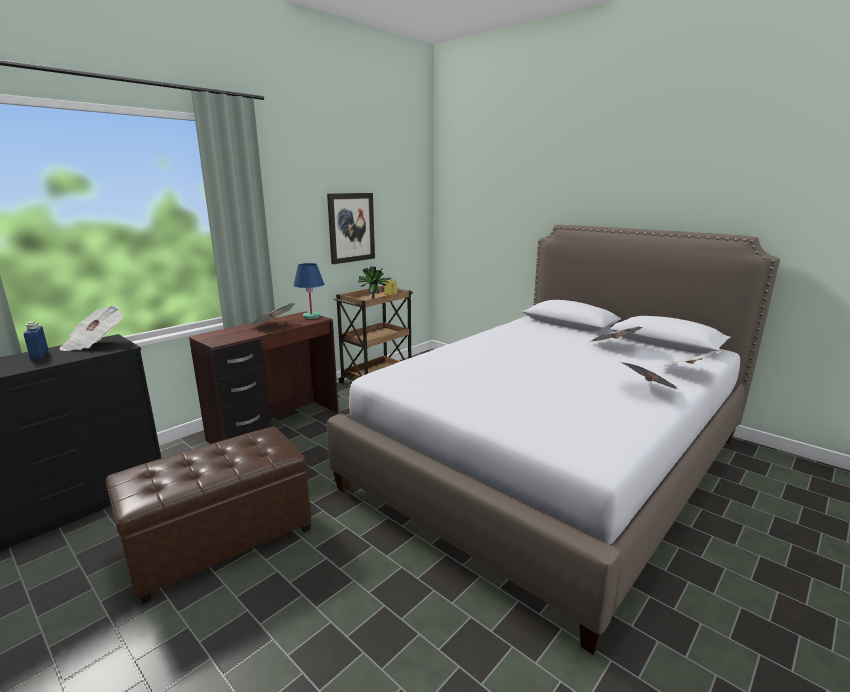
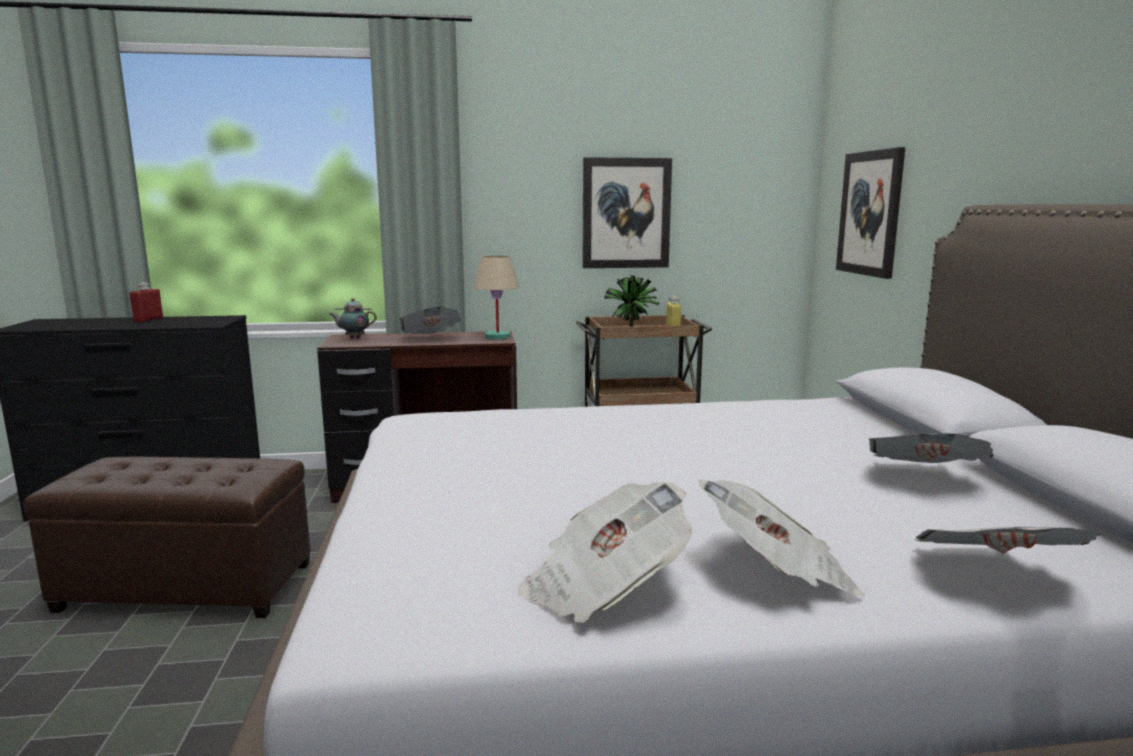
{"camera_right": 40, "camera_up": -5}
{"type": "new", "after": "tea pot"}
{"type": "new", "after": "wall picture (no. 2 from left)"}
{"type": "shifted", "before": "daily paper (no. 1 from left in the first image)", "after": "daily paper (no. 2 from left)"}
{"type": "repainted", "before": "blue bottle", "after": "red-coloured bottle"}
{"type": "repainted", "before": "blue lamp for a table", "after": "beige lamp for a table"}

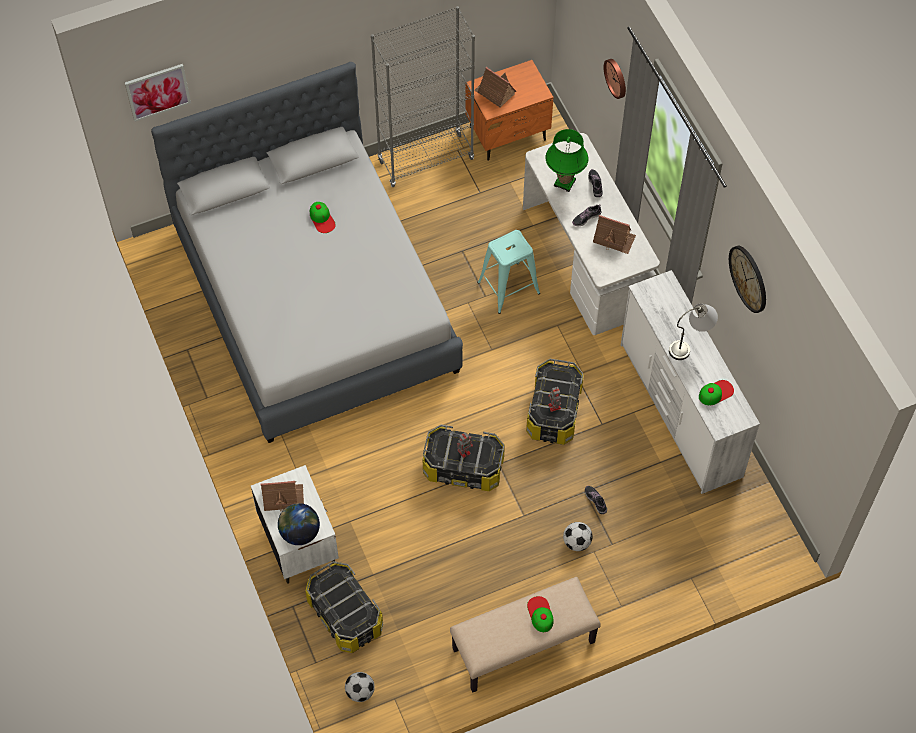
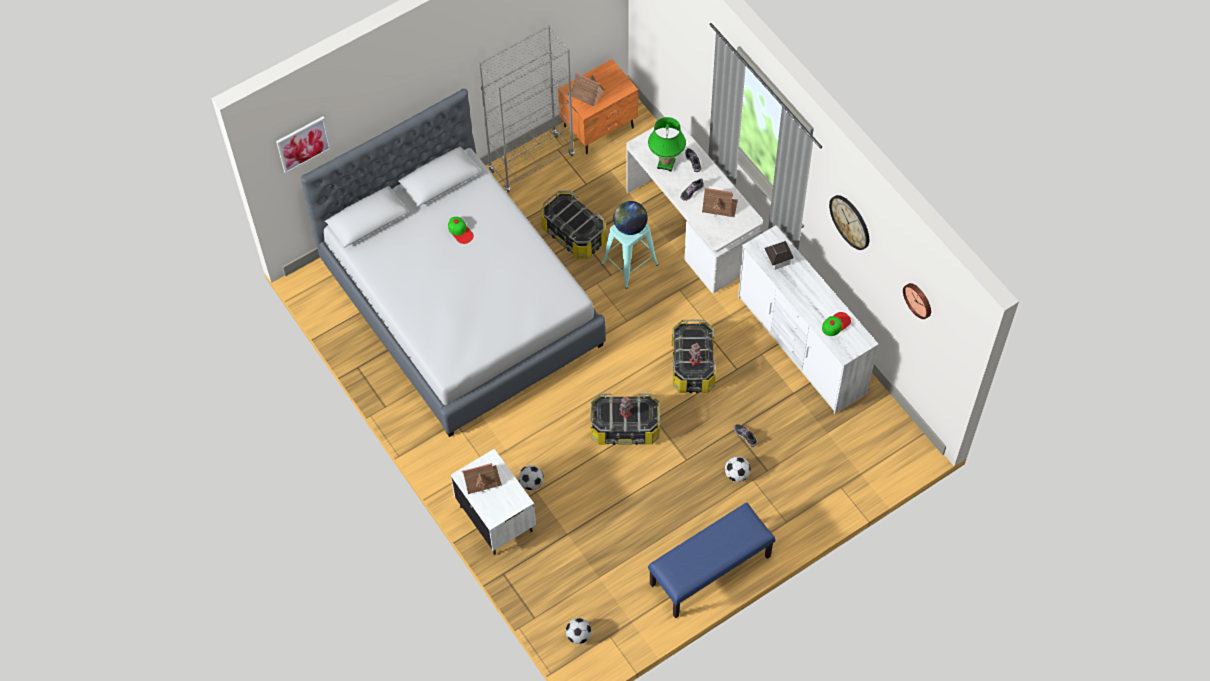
{"camera_right": -10, "camera_up": 0}
{"type": "gone", "before": "baseball cap (no. 2 from left)"}
{"type": "gone", "before": "grey lamp for a table"}
{"type": "new", "after": "football ball (no. 1 from left)"}
{"type": "new", "after": "toy house (no. 4 from left)"}
{"type": "shifted", "before": "globe"}
{"type": "shifted", "before": "storage box (no. 1 from left)"}
{"type": "shifted", "before": "hanging clock (no. 1 from left in the first image)", "after": "hanging clock (no. 2 from left)"}
{"type": "repainted", "before": "beige bench", "after": "blue bench"}

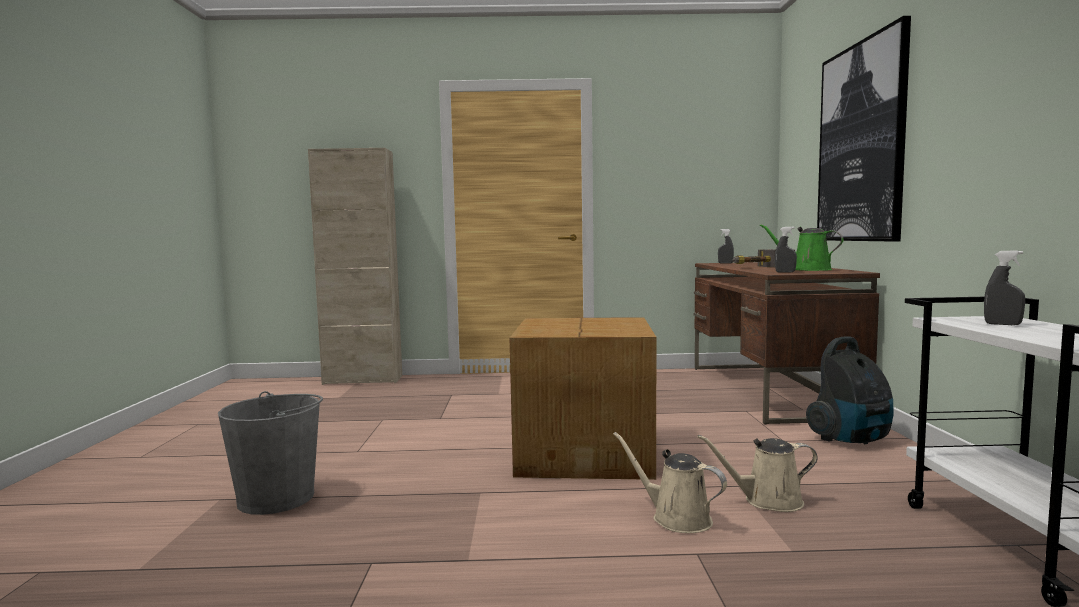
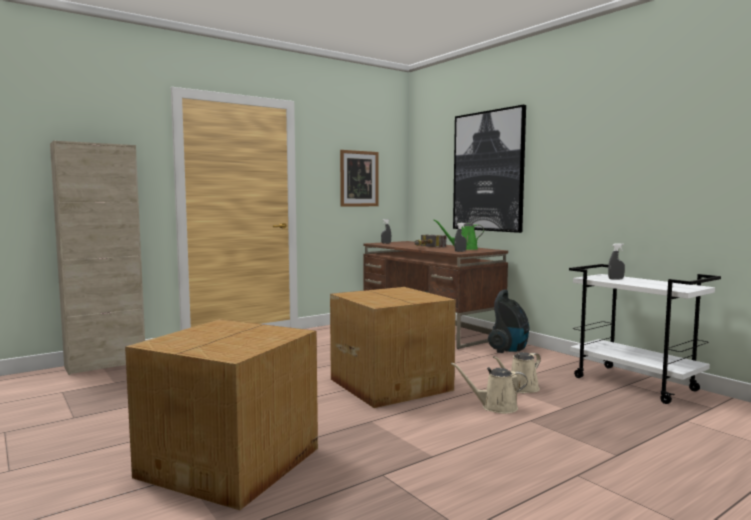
{"camera_right": -35, "camera_up": 0}
{"type": "new", "after": "wall picture (no. 1 from left)"}
{"type": "swapped", "before": "grey pail", "after": "carton (no. 1 from left)"}

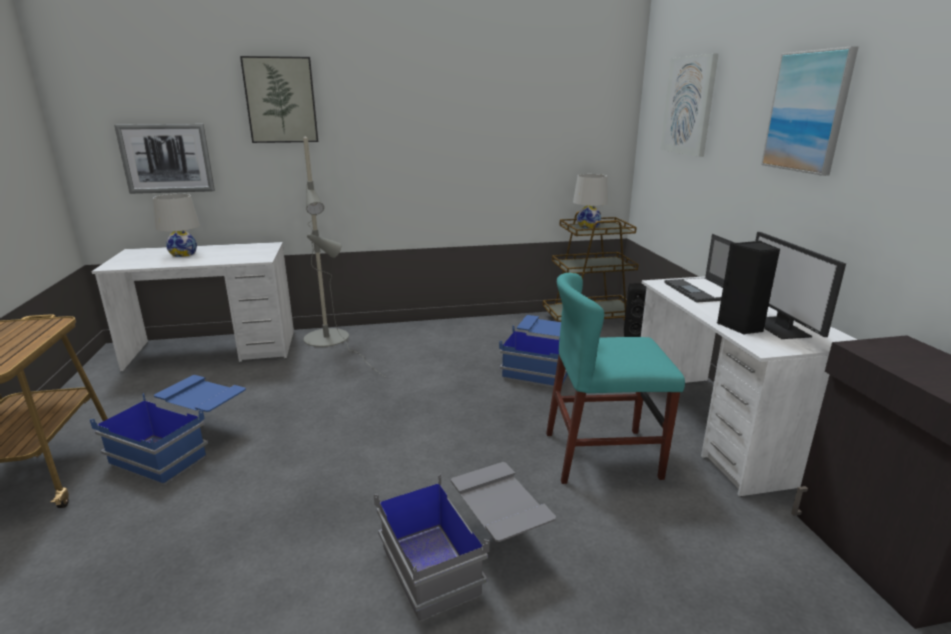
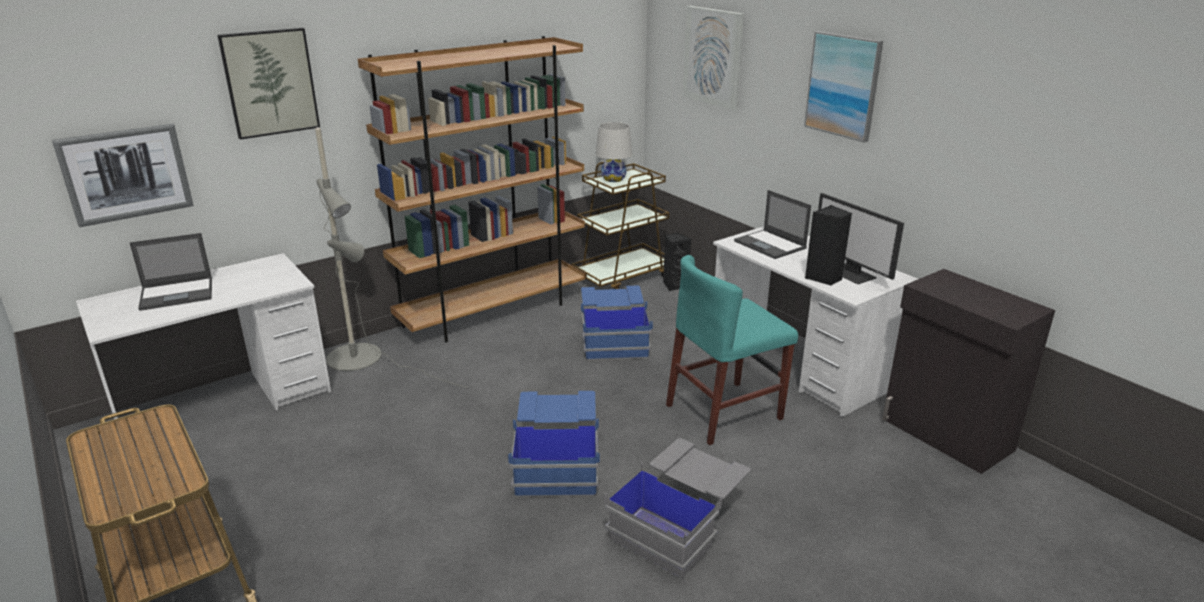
{"camera_right": -25, "camera_up": 5}
{"type": "new", "after": "brownish bookcase"}
{"type": "shifted", "before": "blue storage box (no. 1 from left)"}
{"type": "swapped", "before": "white-coloured lamp for a table (no. 1 from left)", "after": "notebook computer (no. 1 from left)"}

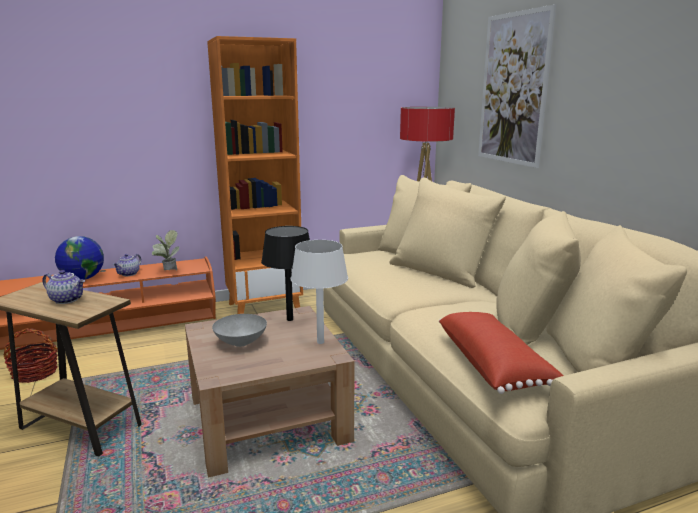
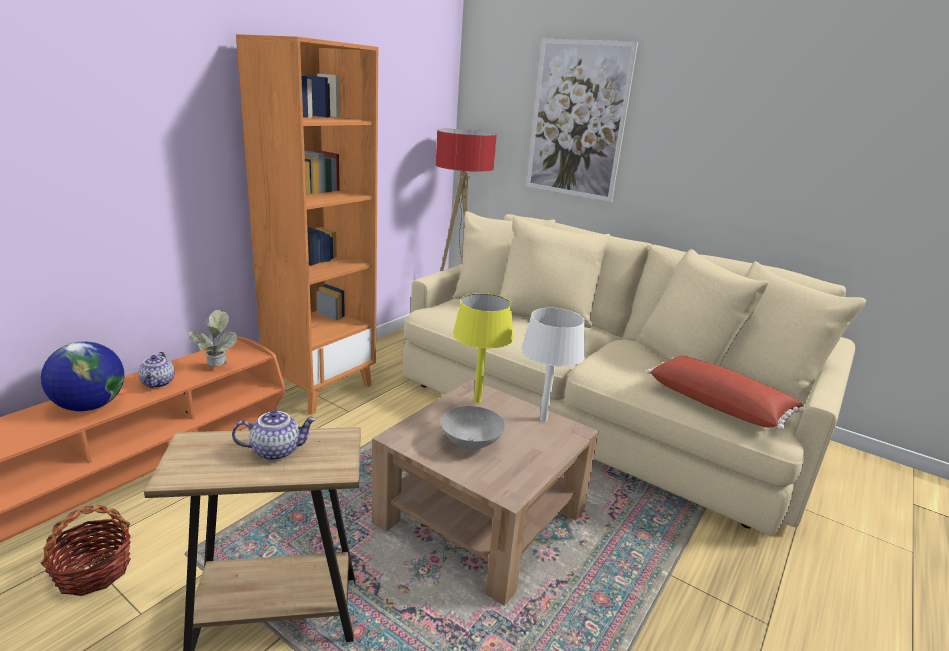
{"camera_right": -35, "camera_up": 5}
{"type": "repainted", "before": "black lamp for a table", "after": "yellowish lamp for a table"}

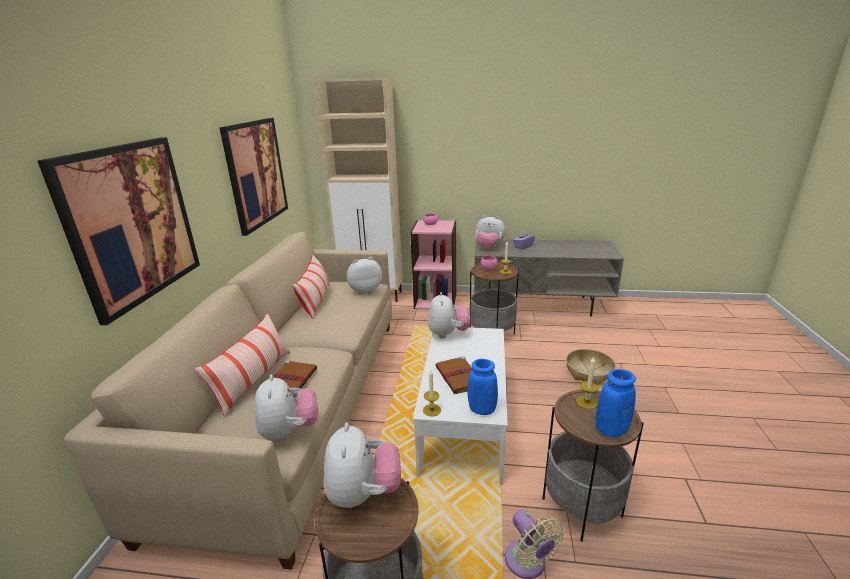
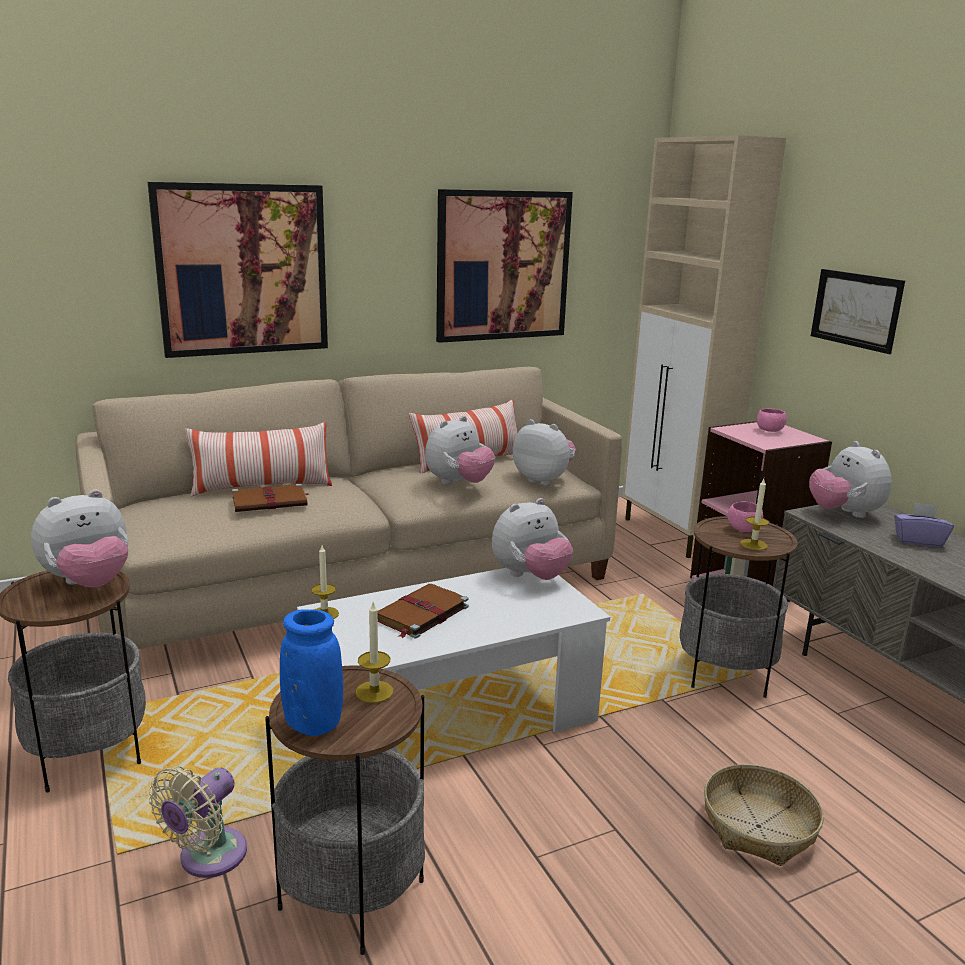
{"camera_right": 55, "camera_up": -5}
{"type": "gone", "before": "blue flower vase (no. 1 from left)"}
{"type": "new", "after": "wall picture (no. 3 from left)"}
{"type": "shifted", "before": "cuddly toy (no. 1 from left in the first image)", "after": "cuddly toy (no. 2 from left)"}

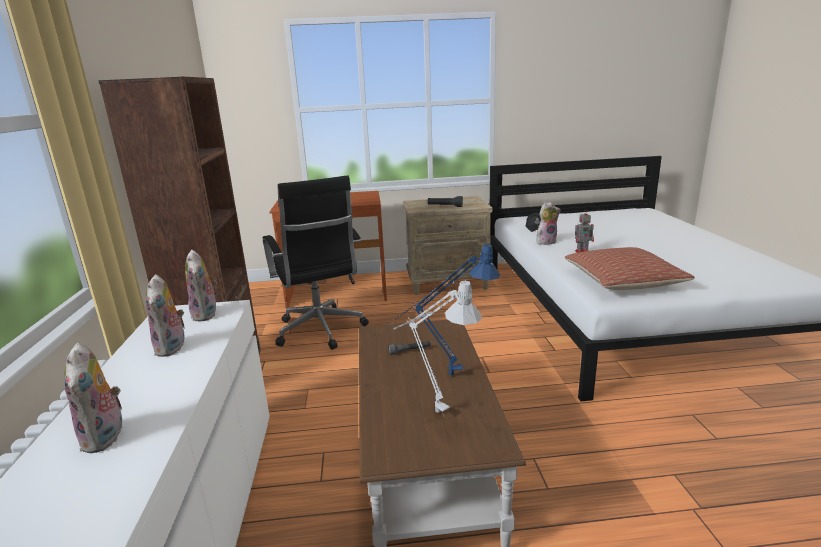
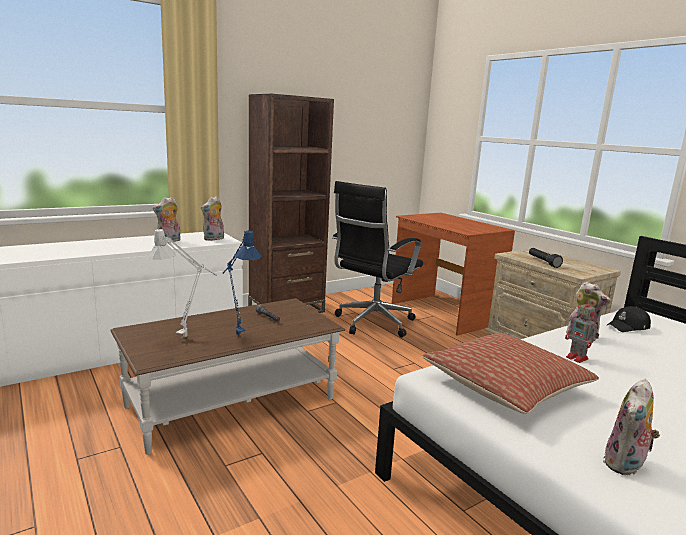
{"camera_right": 60, "camera_up": -5}
{"type": "shifted", "before": "cuddly toy (no. 1 from left in the first image)", "after": "cuddly toy (no. 4 from left)"}

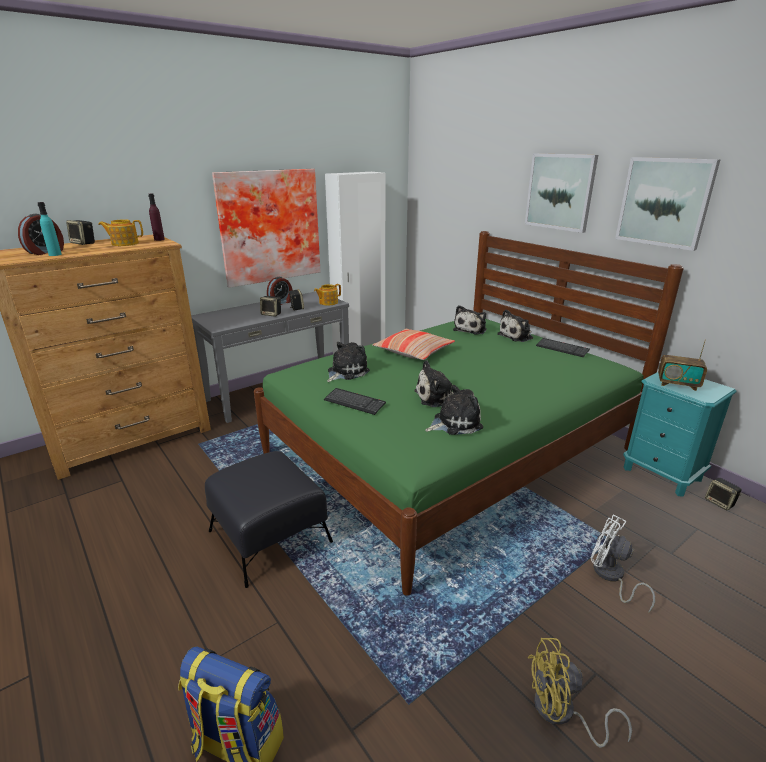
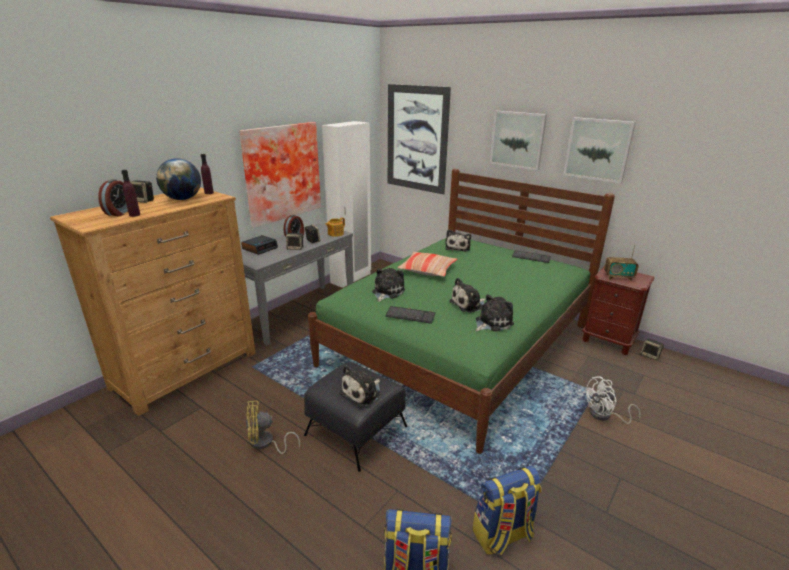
{"camera_right": -15, "camera_up": 0}
{"type": "new", "after": "alarm clock (no. 2 from left)"}
{"type": "new", "after": "wall picture (no. 2 from left)"}
{"type": "new", "after": "backpack (no. 2 from left)"}
{"type": "shifted", "before": "cuddly toy (no. 5 from left in the first image)", "after": "cuddly toy (no. 1 from left)"}
{"type": "shifted", "before": "yellowish electric fan"}
{"type": "swapped", "before": "tea pot (no. 1 from left)", "after": "globe"}
{"type": "repainted", "before": "turquoise-coloured bottle", "after": "purplish bottle (no. 1 from left)"}
{"type": "repainted", "before": "turquoise-coloured nightstand", "after": "brownish nightstand"}
{"type": "rotated", "before": "white-coloured electric fan", "turn": -45}

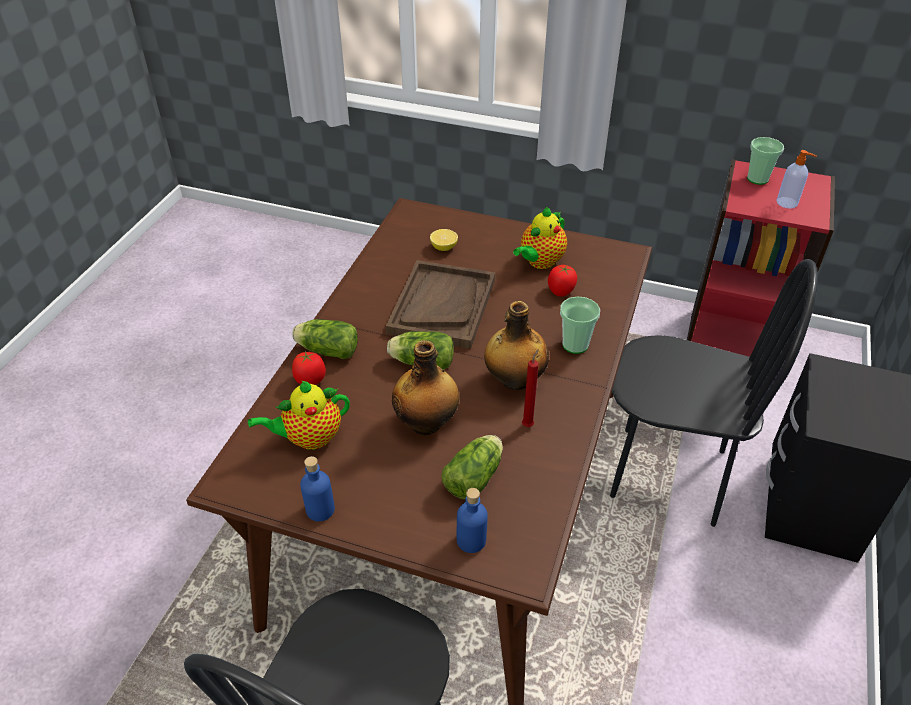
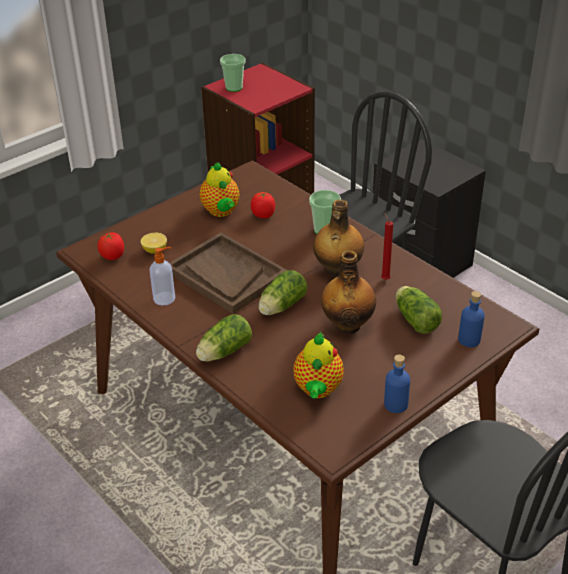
{"camera_right": -60, "camera_up": -5}
{"type": "shifted", "before": "fresh tomato (no. 1 from left)"}
{"type": "shifted", "before": "soap dispenser"}

